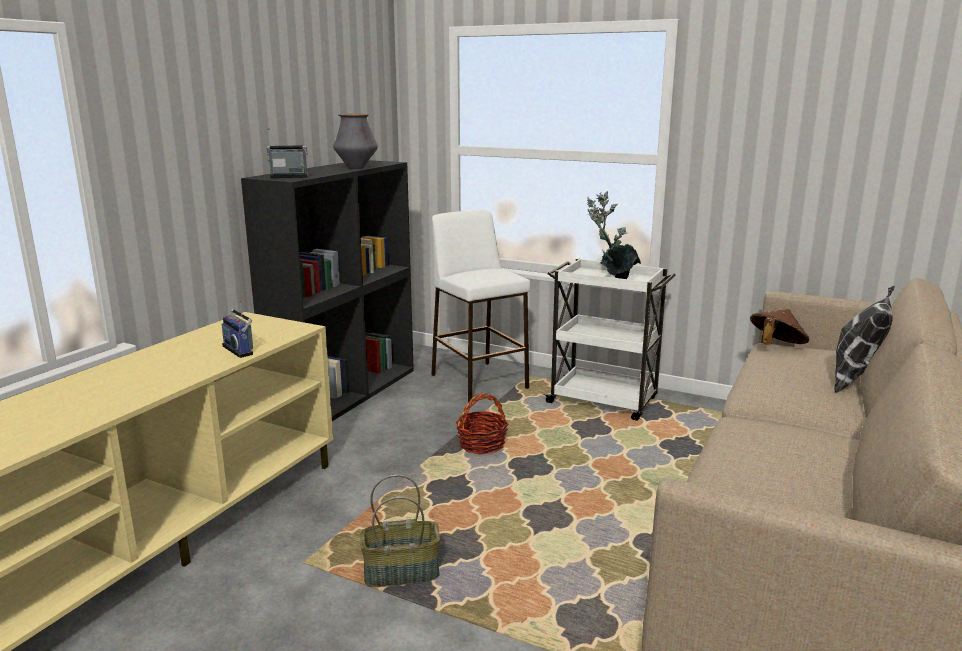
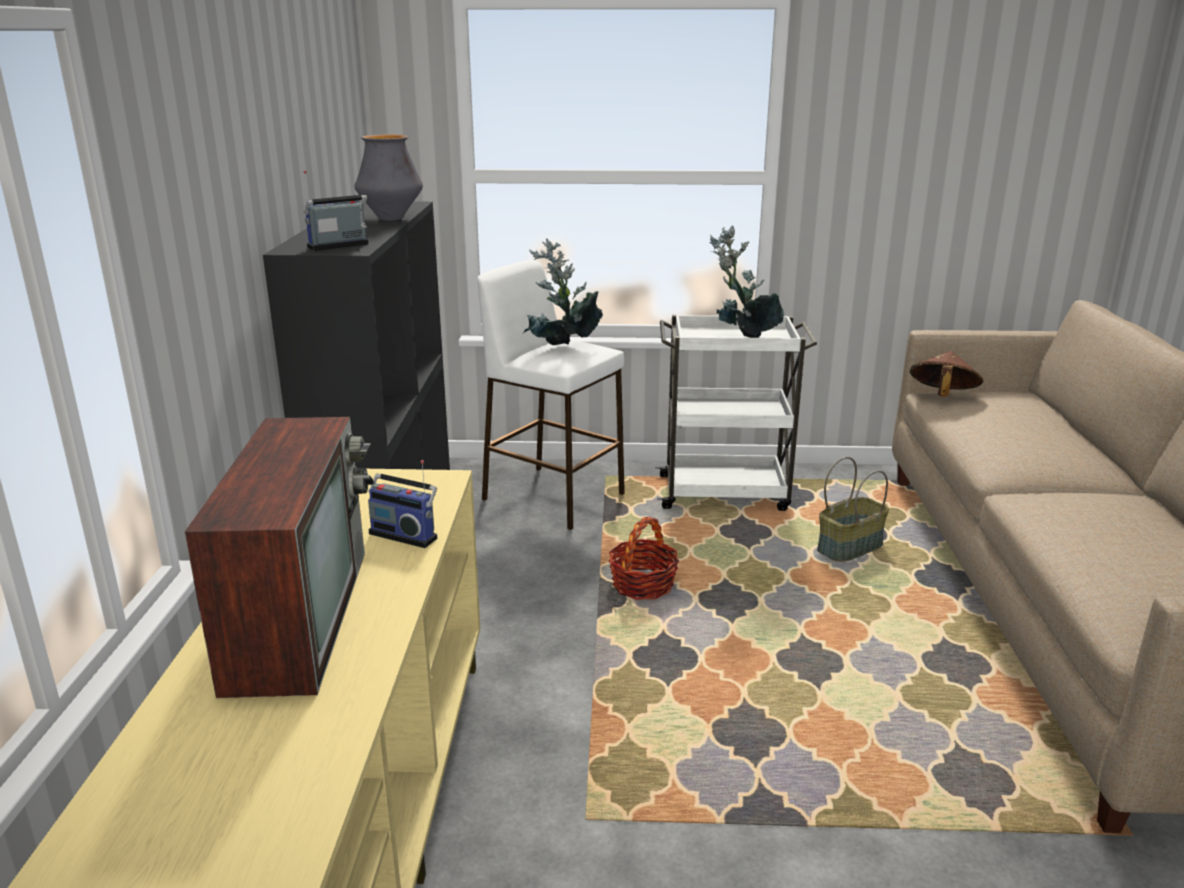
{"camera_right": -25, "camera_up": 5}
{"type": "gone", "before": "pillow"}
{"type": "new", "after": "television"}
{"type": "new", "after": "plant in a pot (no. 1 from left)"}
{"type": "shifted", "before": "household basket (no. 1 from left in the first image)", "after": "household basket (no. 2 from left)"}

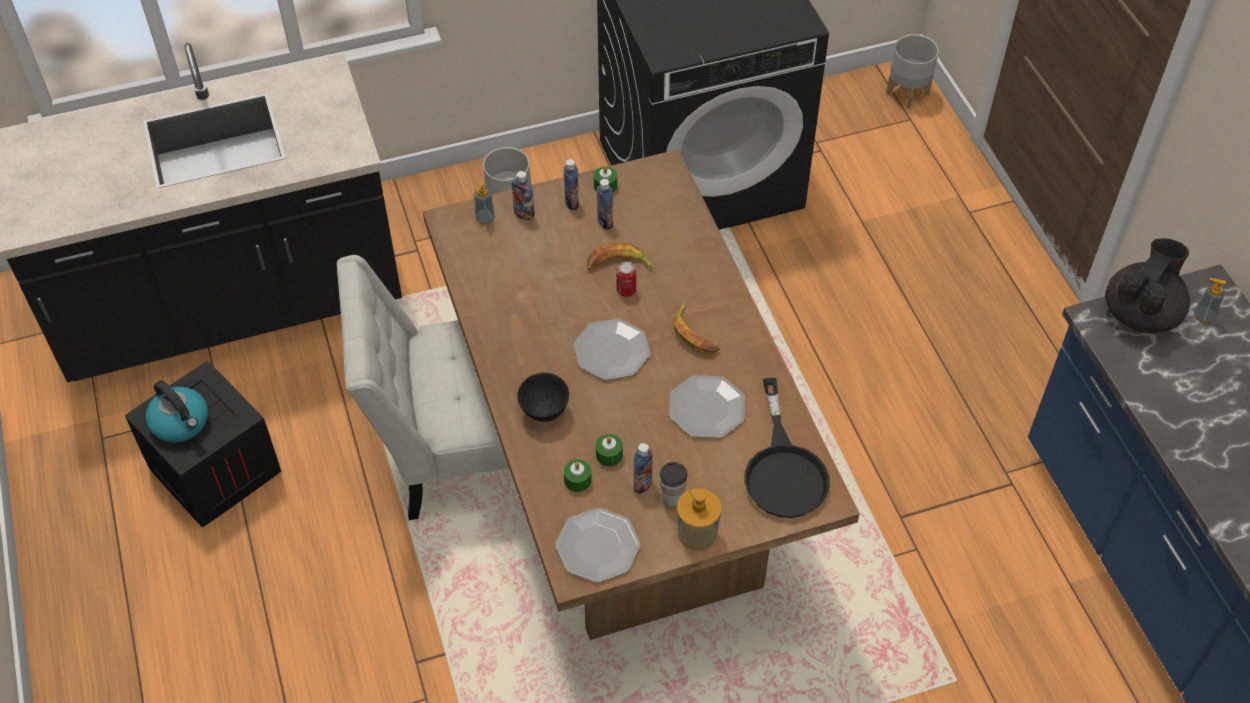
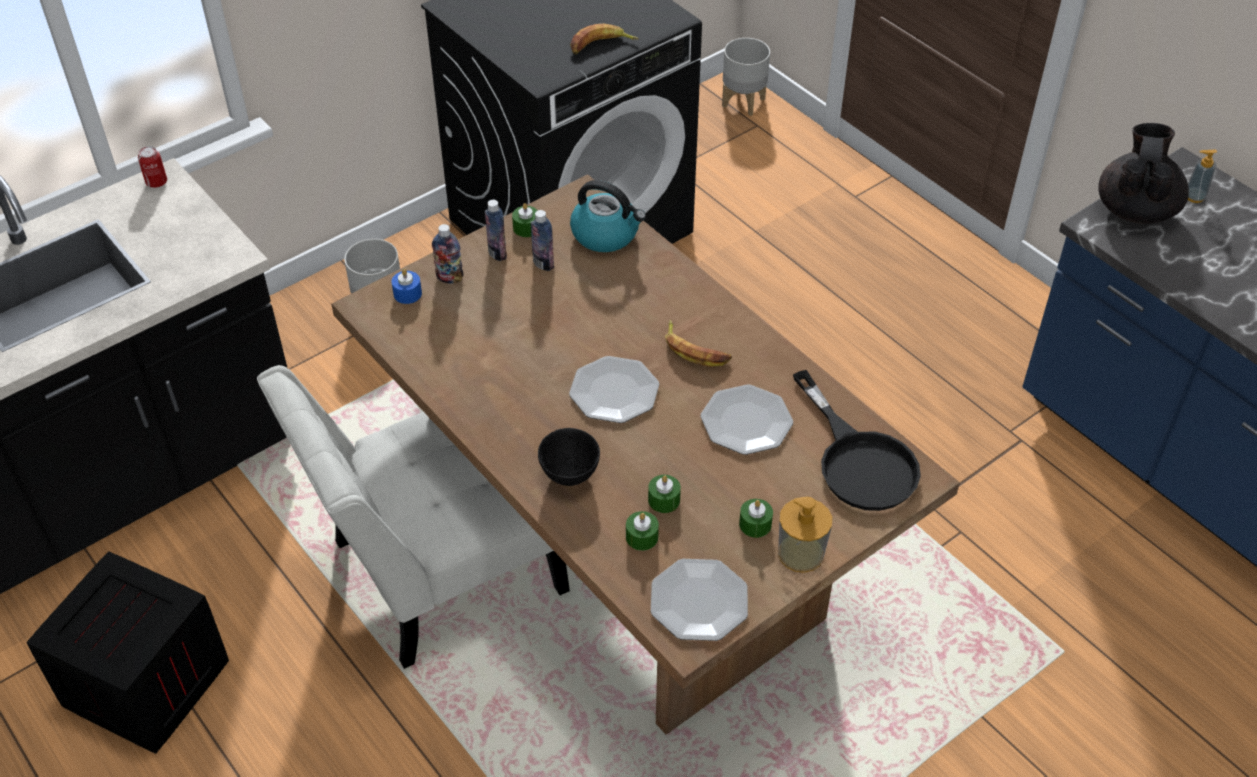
{"camera_right": -20, "camera_up": -5}
{"type": "gone", "before": "bottle (no. 4 from left)"}
{"type": "shifted", "before": "tea kettle"}
{"type": "shifted", "before": "banana fruit (no. 1 from left)"}
{"type": "shifted", "before": "sealed can"}
{"type": "swapped", "before": "soap dispenser (no. 1 from left)", "after": "blue wax candle"}
{"type": "swapped", "before": "drinking cup", "after": "green wax candle (no. 4 from left)"}

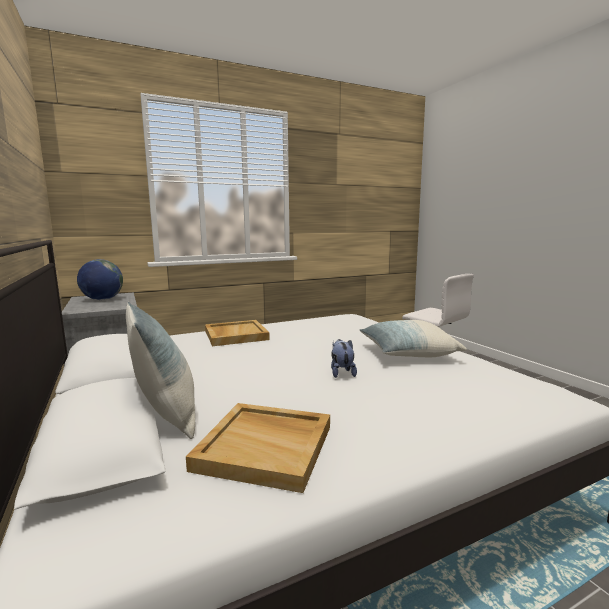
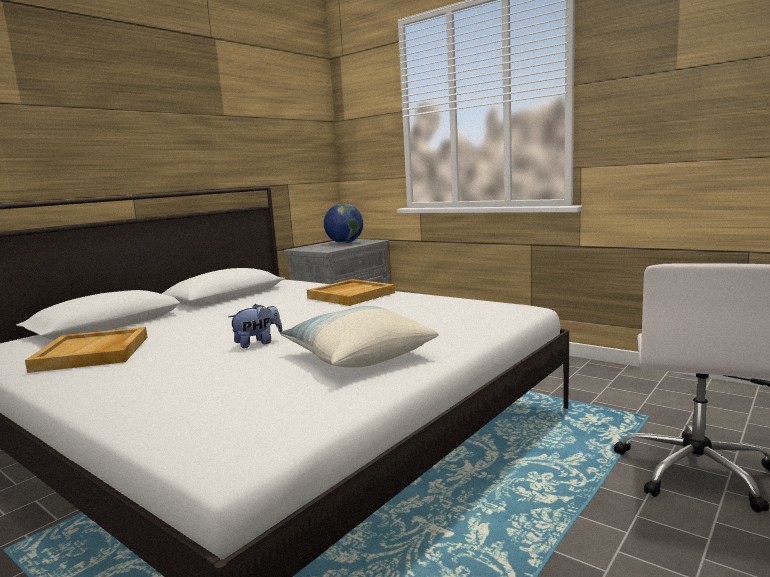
{"camera_right": 65, "camera_up": 0}
{"type": "gone", "before": "pillow (no. 1 from left)"}

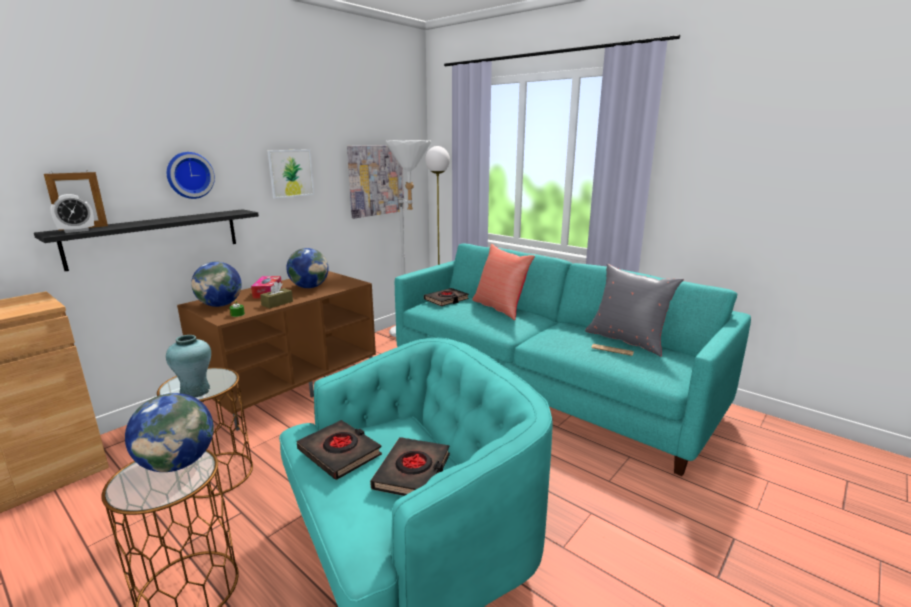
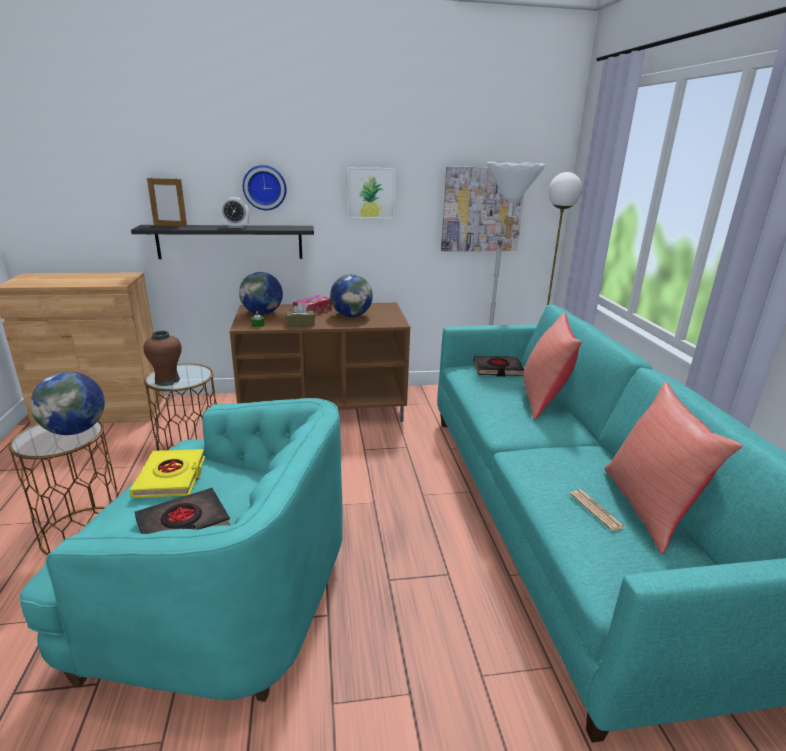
{"camera_right": 40, "camera_up": 5}
{"type": "shifted", "before": "alarm clock"}
{"type": "repainted", "before": "turquoise-coloured flower vase", "after": "brownish flower vase"}
{"type": "repainted", "before": "black bound book (no. 1 from left)", "after": "yellowish bound book"}
{"type": "repainted", "before": "grey pillow", "after": "red-coloured pillow (no. 2 from left)"}

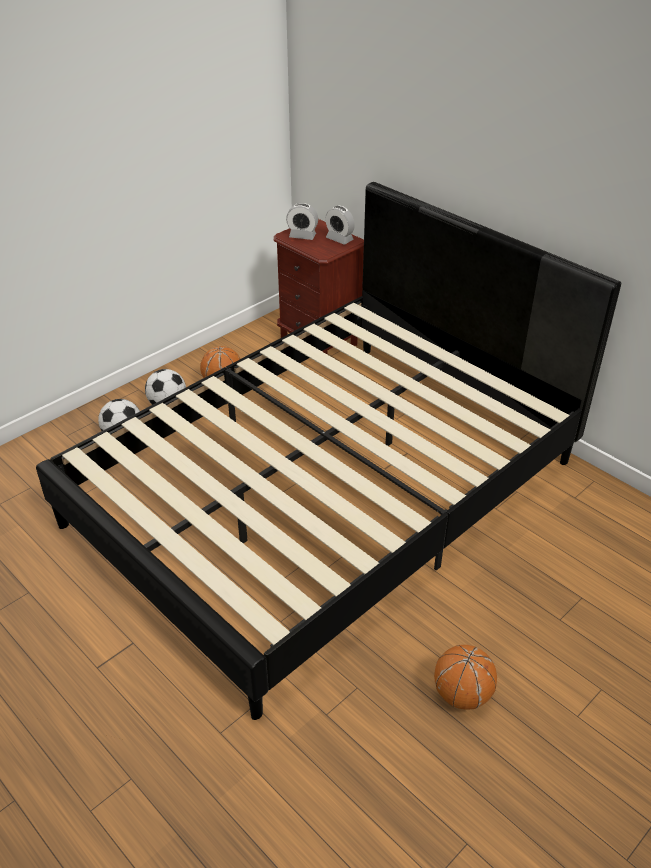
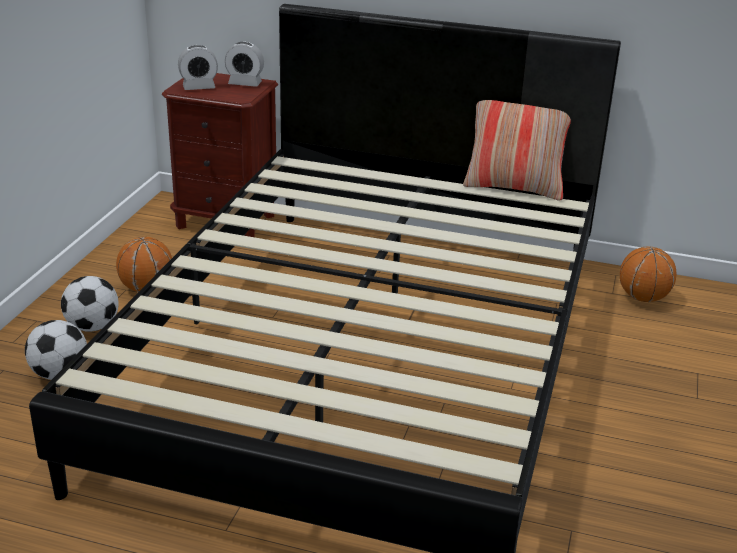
{"camera_right": -30, "camera_up": -10}
{"type": "new", "after": "pillow"}
{"type": "shifted", "before": "basketball ball (no. 2 from left)"}

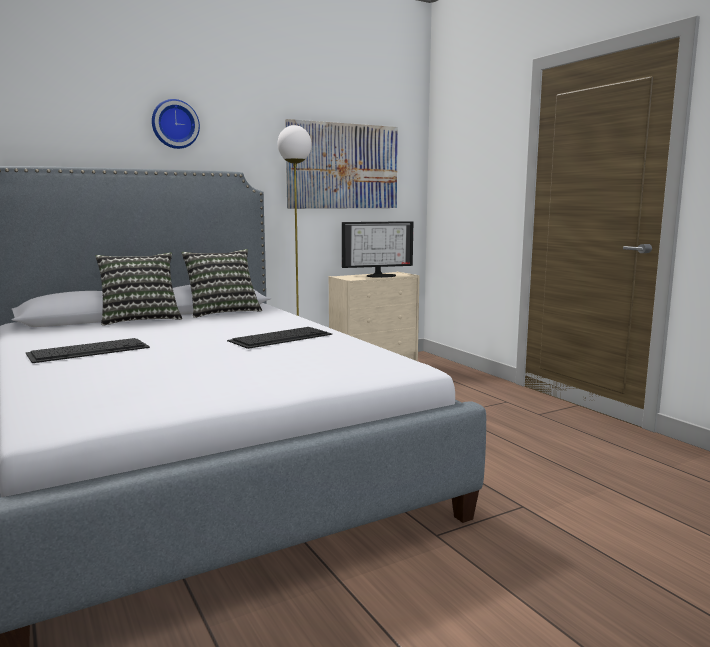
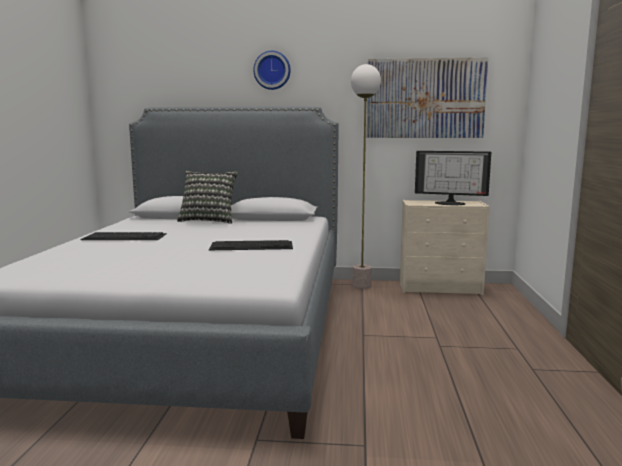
{"camera_right": 35, "camera_up": 0}
{"type": "gone", "before": "pillow (no. 2 from left)"}

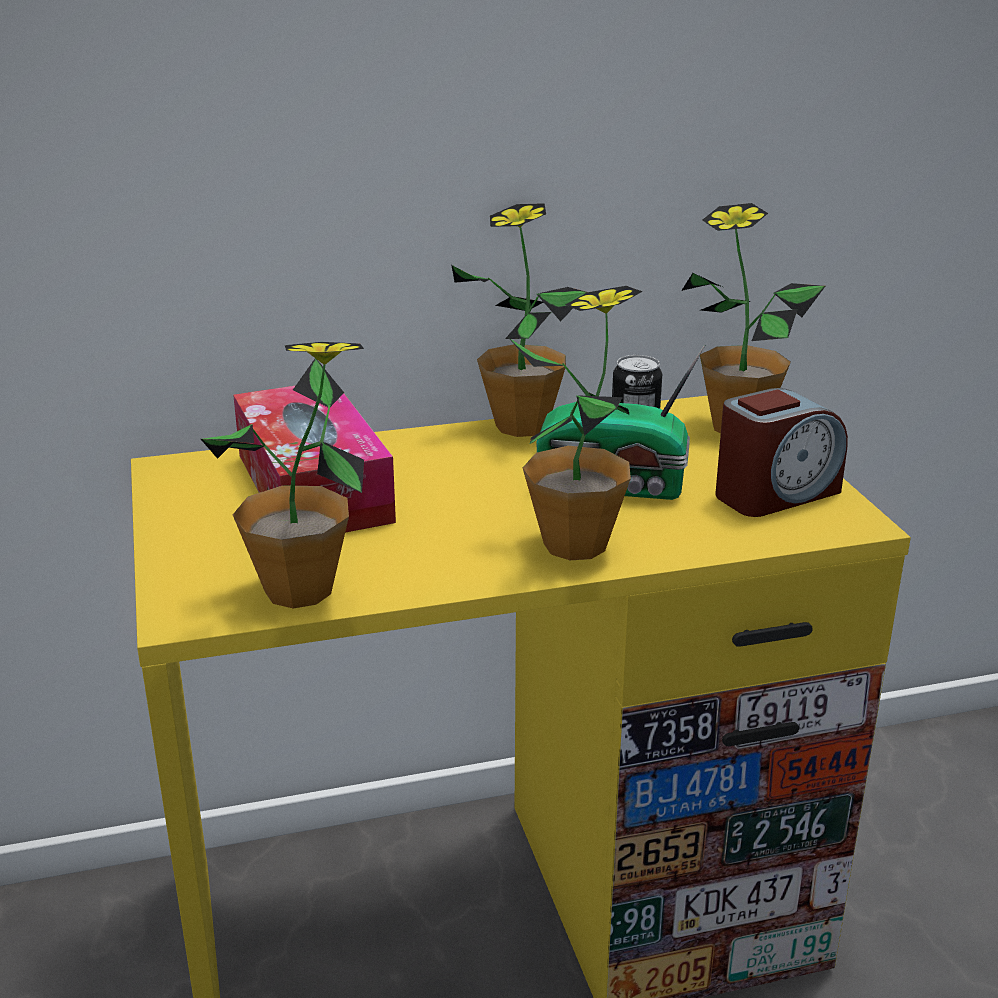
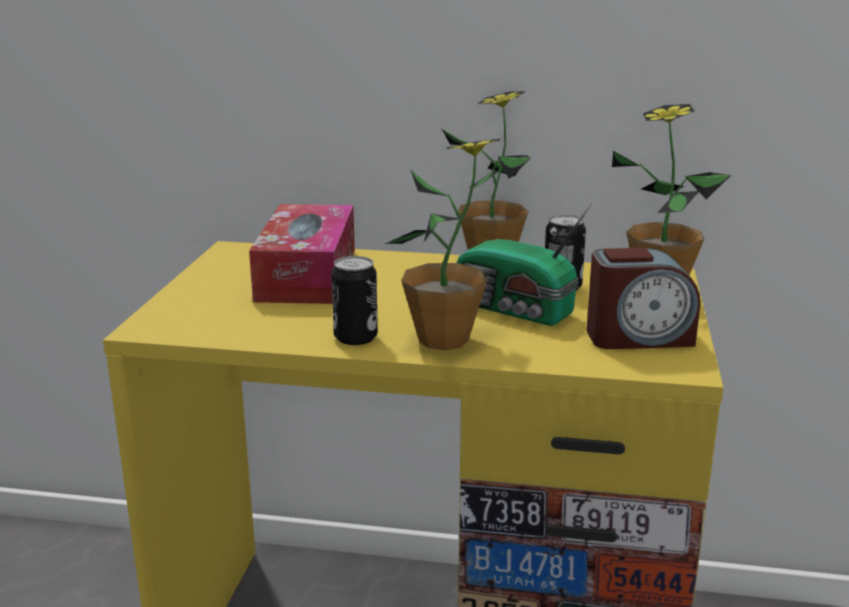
{"camera_right": 25, "camera_up": -5}
{"type": "gone", "before": "plant in a pot (no. 1 from left)"}
{"type": "new", "after": "sealed can (no. 1 from left)"}

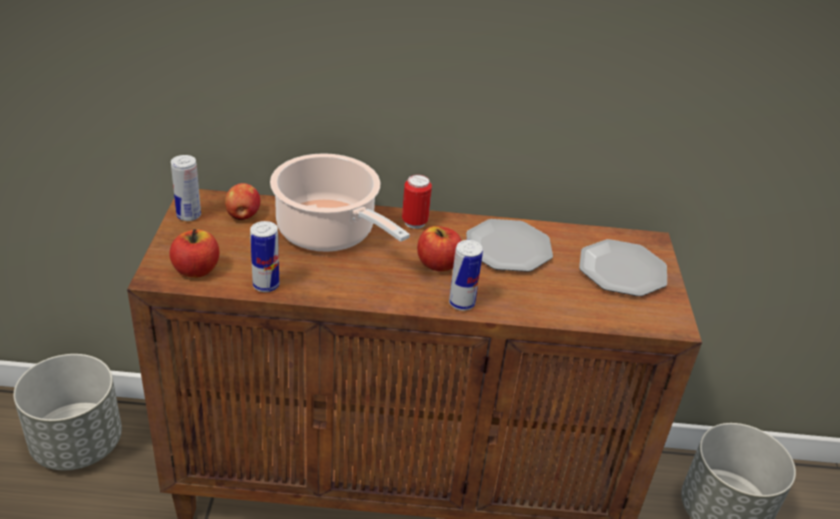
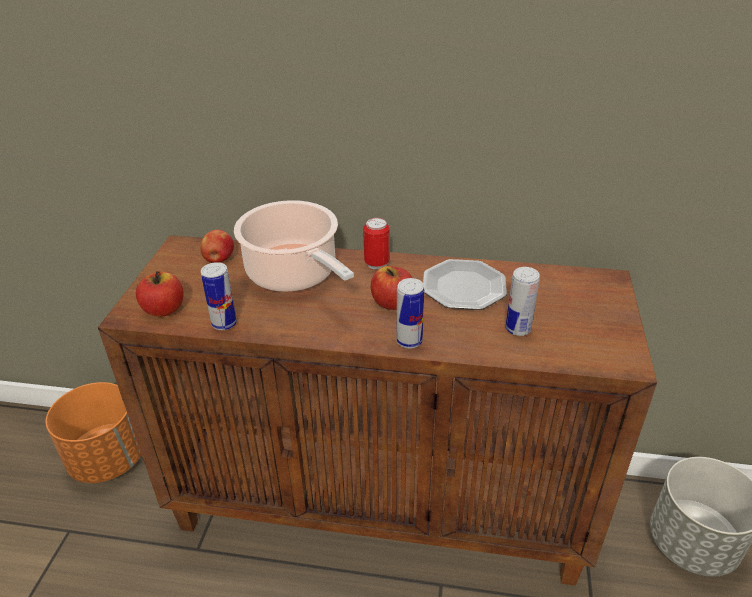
{"camera_right": 10, "camera_up": 0}
{"type": "gone", "before": "plate (no. 2 from left)"}
{"type": "shifted", "before": "sealed can (no. 1 from left in the first image)", "after": "sealed can (no. 4 from left)"}
{"type": "repainted", "before": "grey flower pot (no. 1 from left)", "after": "orange flower pot"}

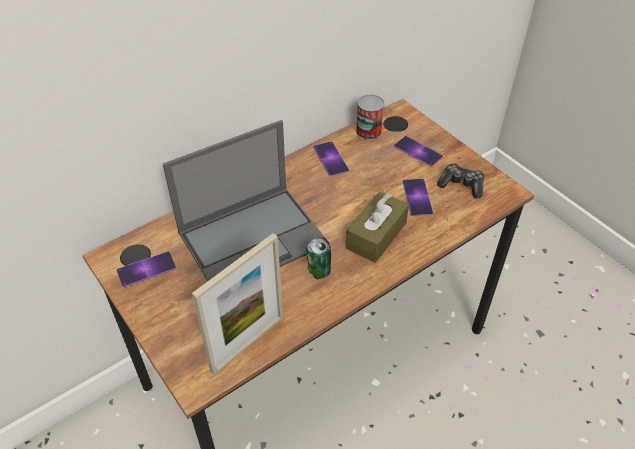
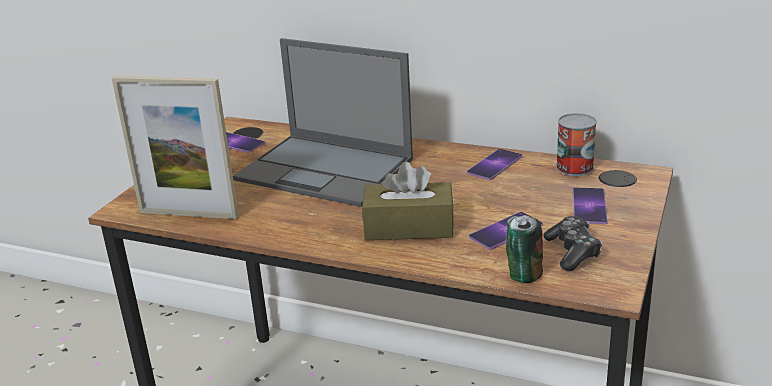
{"camera_right": 60, "camera_up": -20}
{"type": "shifted", "before": "sealed can (no. 1 from left)"}

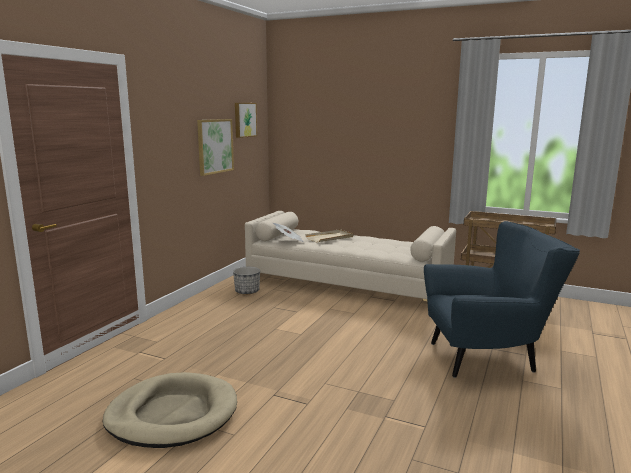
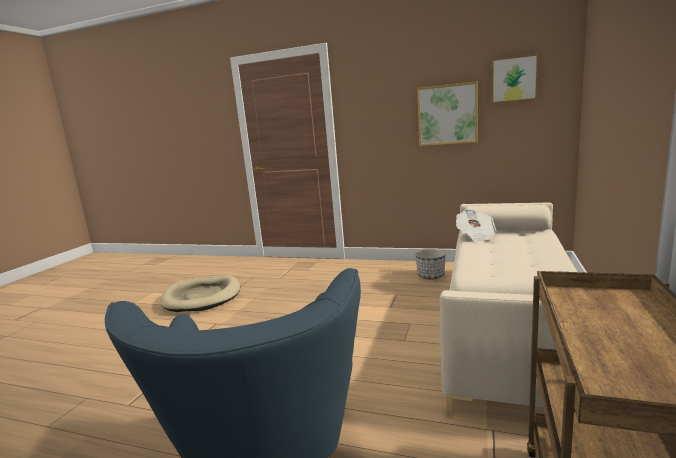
{"camera_right": 85, "camera_up": 0}
{"type": "gone", "before": "beige tray"}

